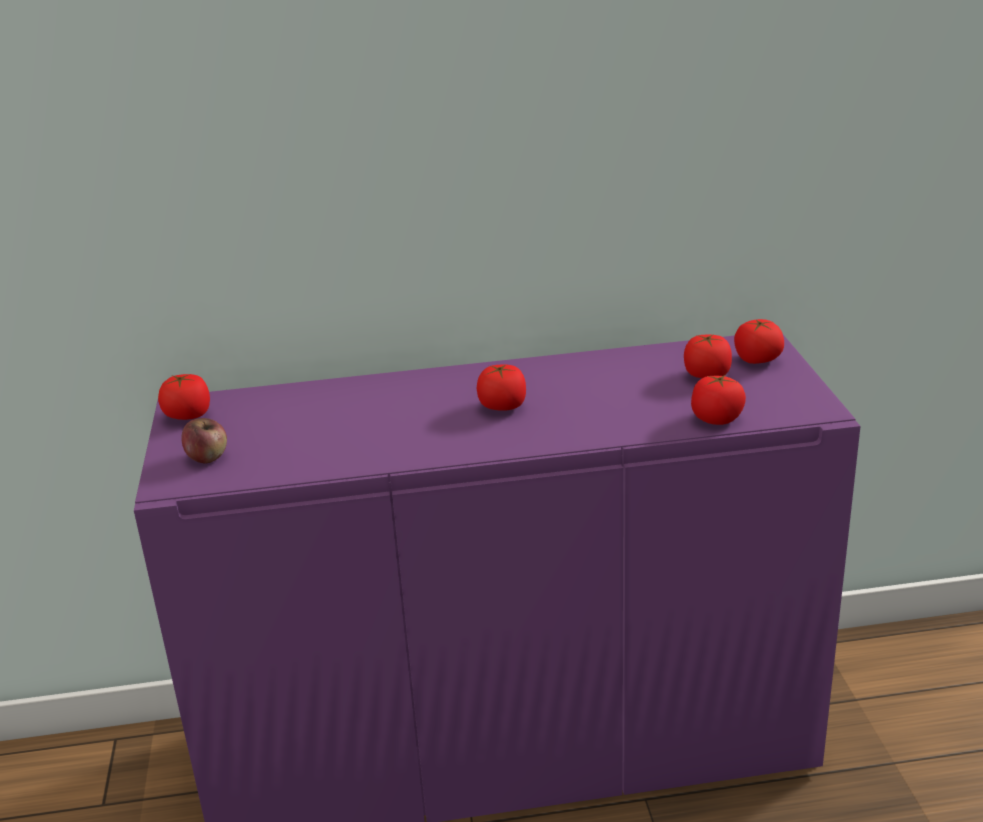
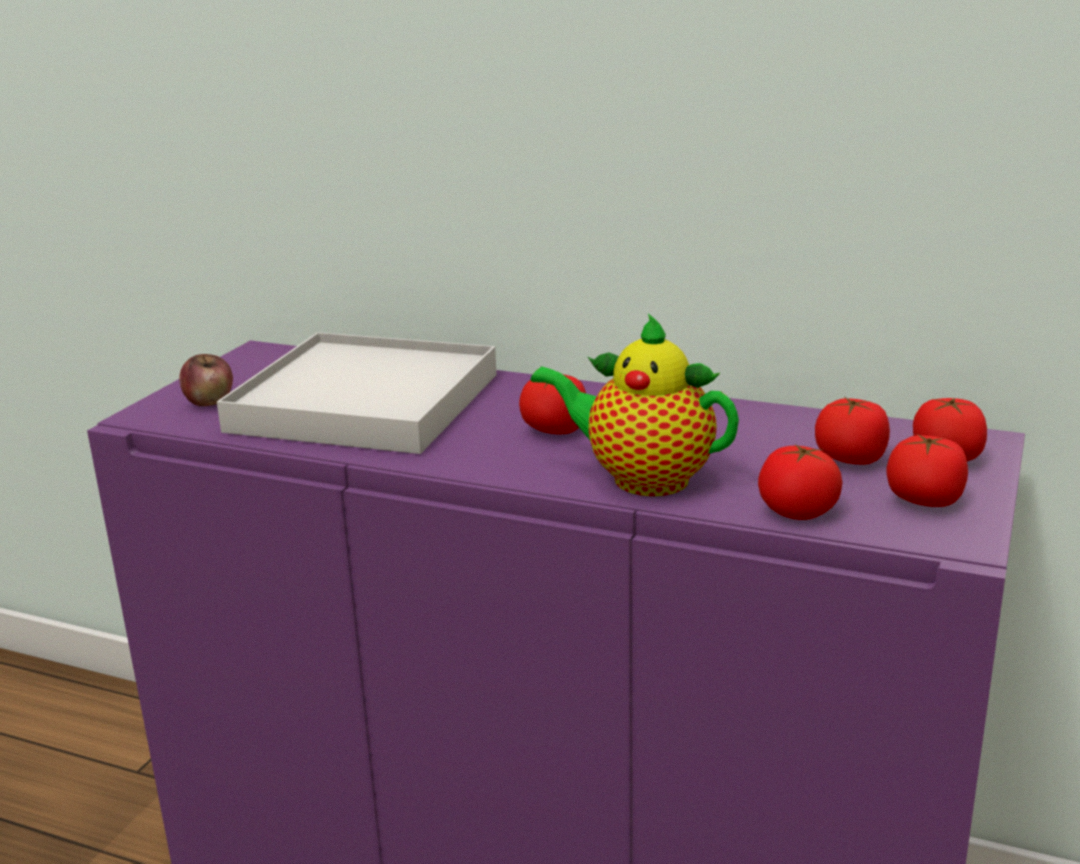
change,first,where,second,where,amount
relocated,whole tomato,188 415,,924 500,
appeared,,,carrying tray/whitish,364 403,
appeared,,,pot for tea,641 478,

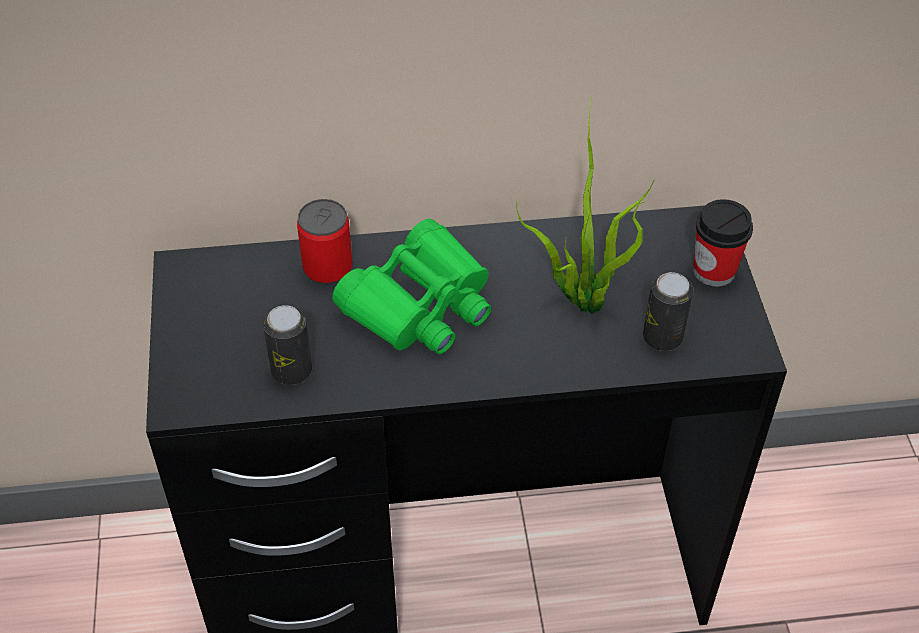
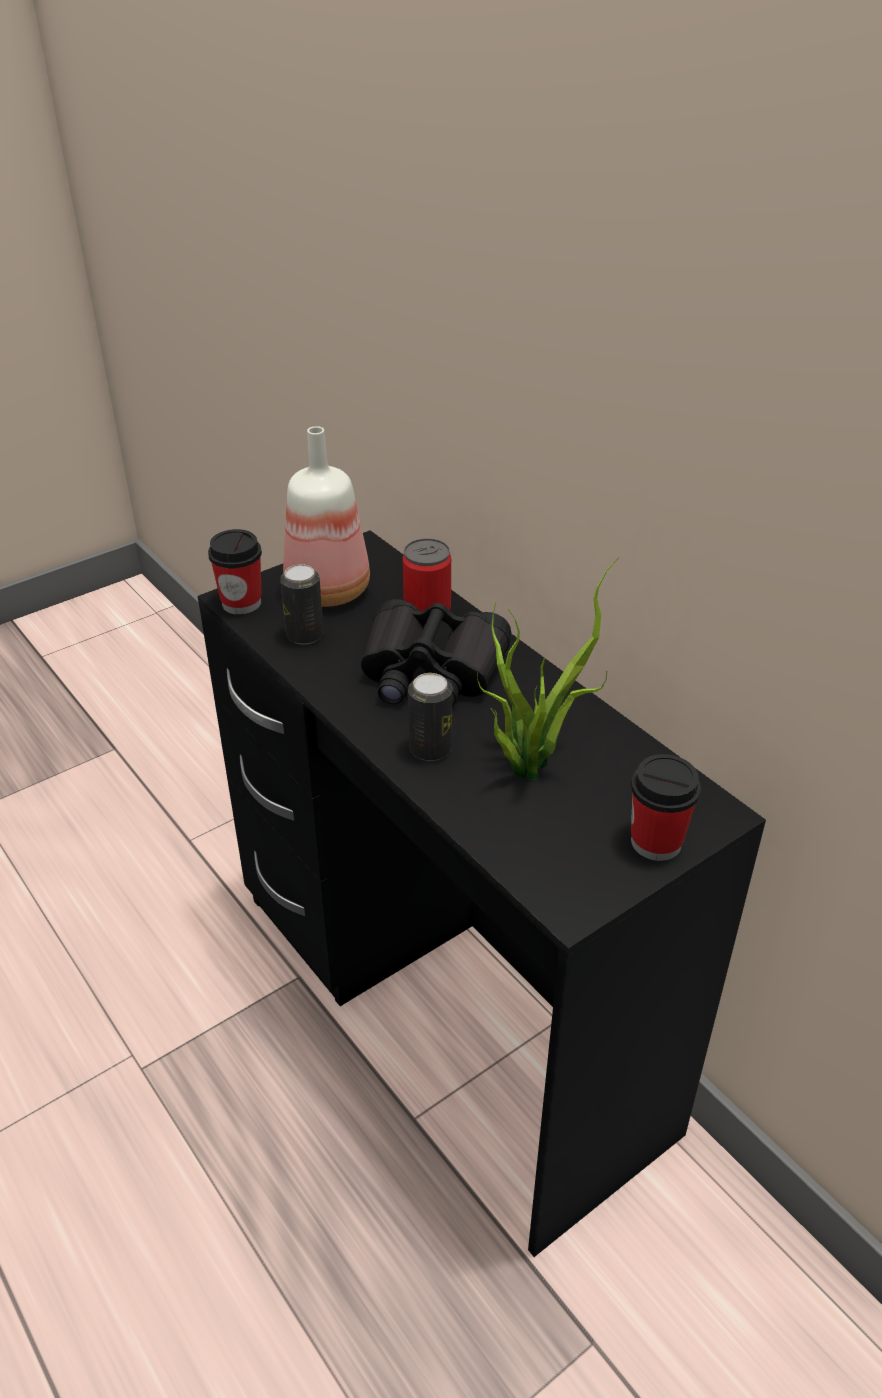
change,first,where,second,where,amount
colour,pair of binoculars/green-coloured,420 305,pair of binoculars/blackish,431 672,
relocated,sealed can,662 337,,430 749,
appeared,,,small cup,241 603,
appeared,,,bottle,326 589,

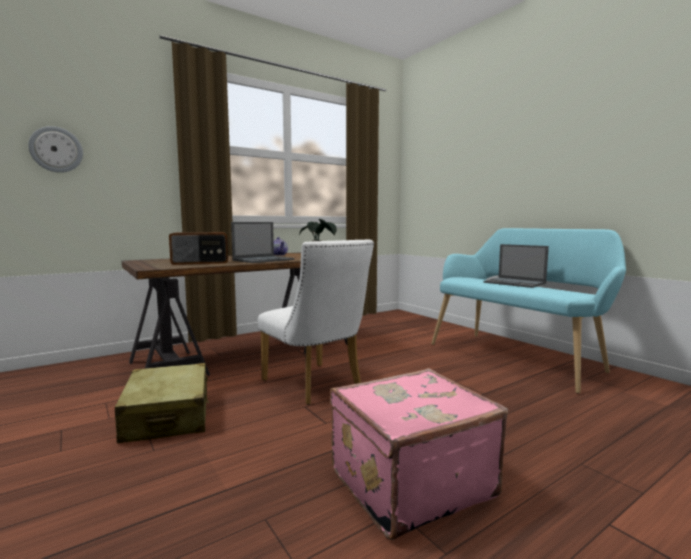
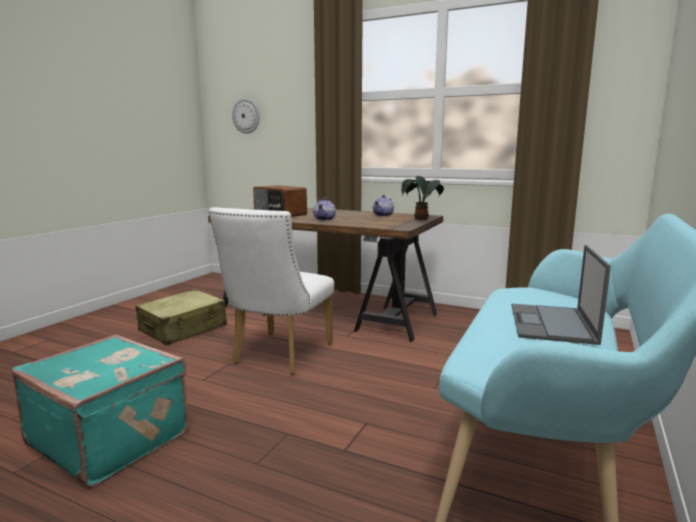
change,first,where,second,where,amount
exchanged,laptop,264 260,pot for tea,325 219,
colour,travel case/pink,408 482,travel case/blue-green,111 438,

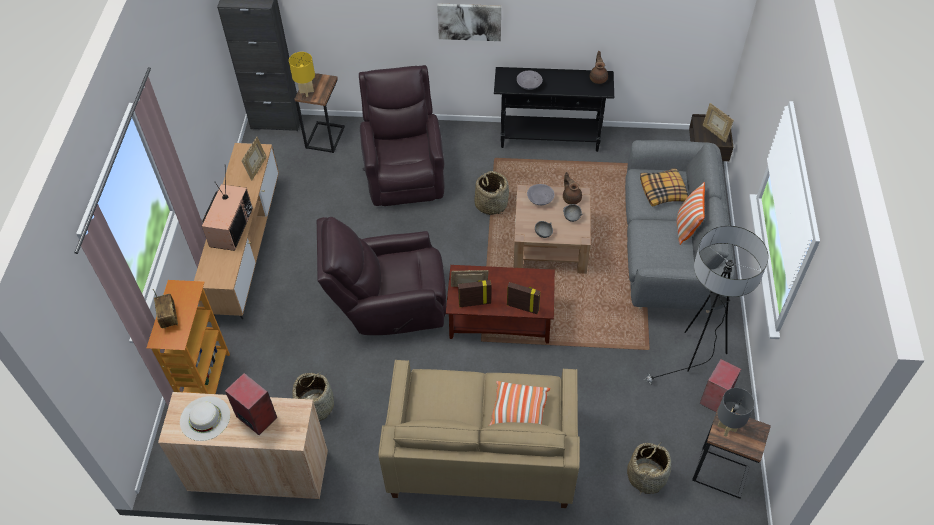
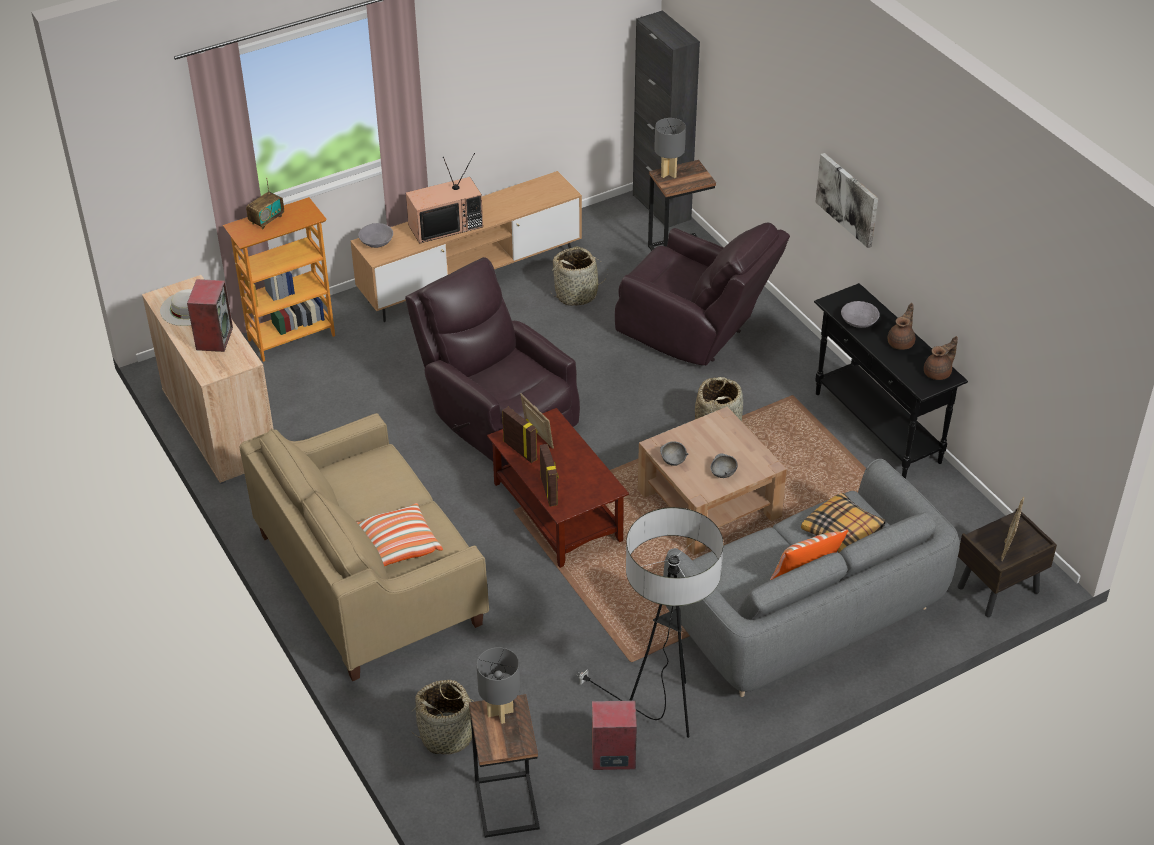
change,first,where,second,where,amount
missing,photo frame,257 169,,,
colour,lamp for a table/yellow,306 91,lamp for a table/gray,668 173,
relocated,storage basket,316 405,,576 294,
spun,easy chair/brown,404 170,,695 333,75 degrees clockwise
relocated,serving bowl/gray,540 199,,376 242,
relocated,pot for tea/brown,571 198,,901 342,

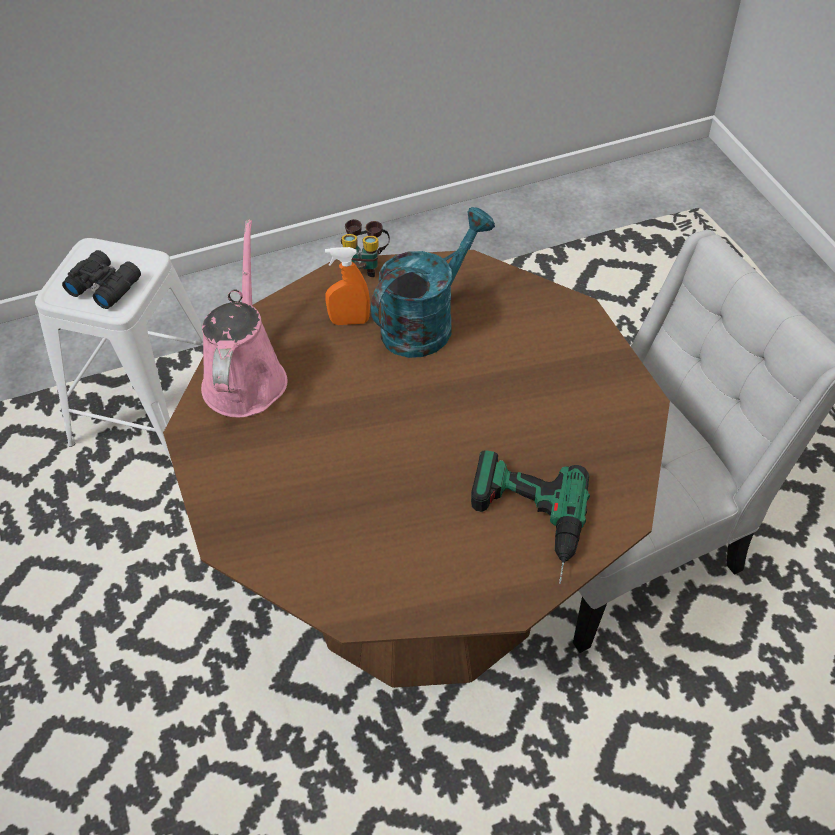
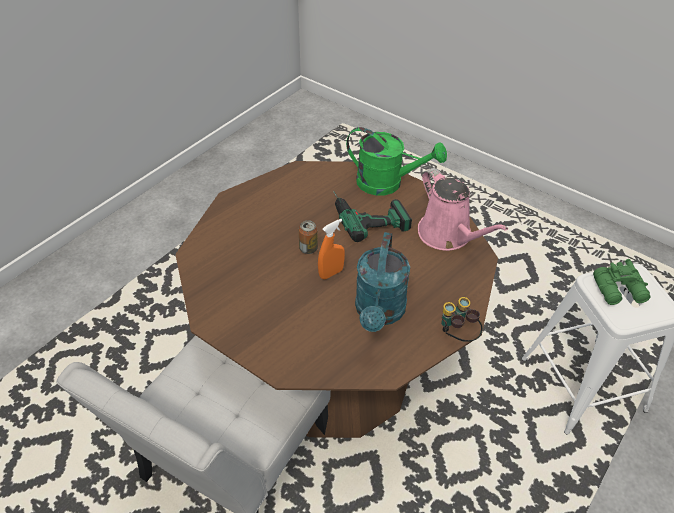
change,first,where,second,where,amount
colour,pair of binoculars/blackish,104 285,pair of binoculars/green-coloured,620 291,
relocated,sprayer/orange-coloured,350 321,,331 273,
relocated,drill,525 524,,367 213,
appeared,,,sealed can,308 248,
appeared,,,watering pot/green-coloured,387 183,

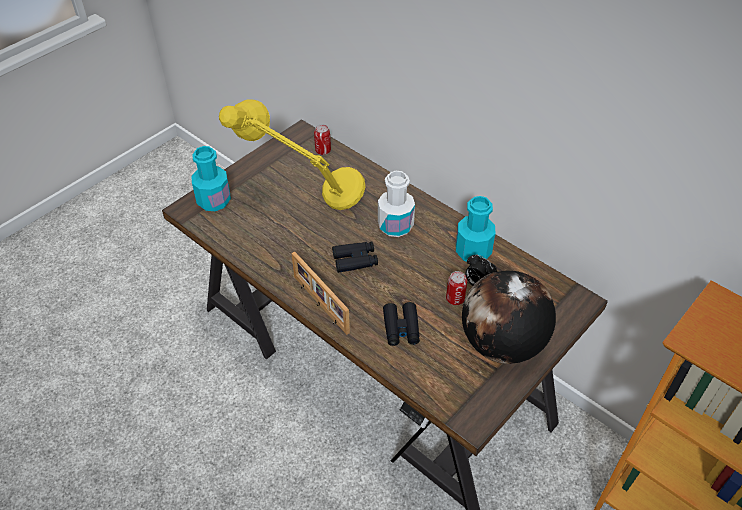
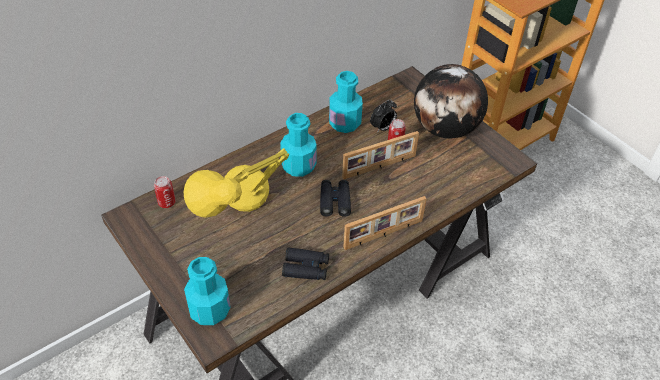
change,first,where,second,where,amount
colour,bottle/whitish,395 226,bottle/blue-green,298 166,
relocated,pair of binoculars/blackish,401 328,,306 268,
appeared,,,photo frame,379 167,

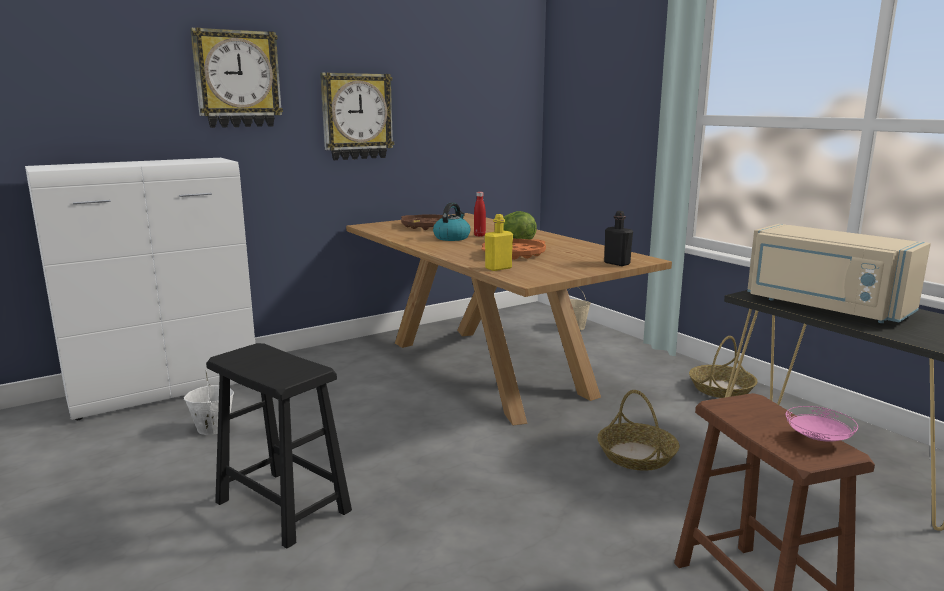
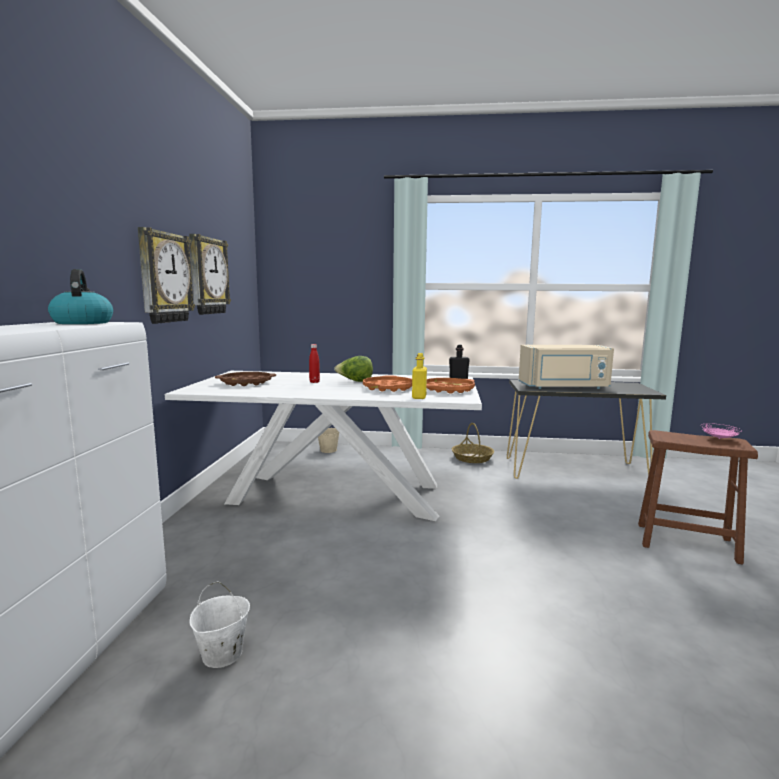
change,first,where,second,where,amount
relocated,clock on the wall,237 79,,207 276,
missing,stool/blackish,283 506,,,
colour,dining table/brown,486 368,dining table/whitish,336 494,
relocated,water kettle,452 238,,82 323,
missing,storage basket,637 456,,,
appeared,,,carrying tray/orange-coloured,447 390,

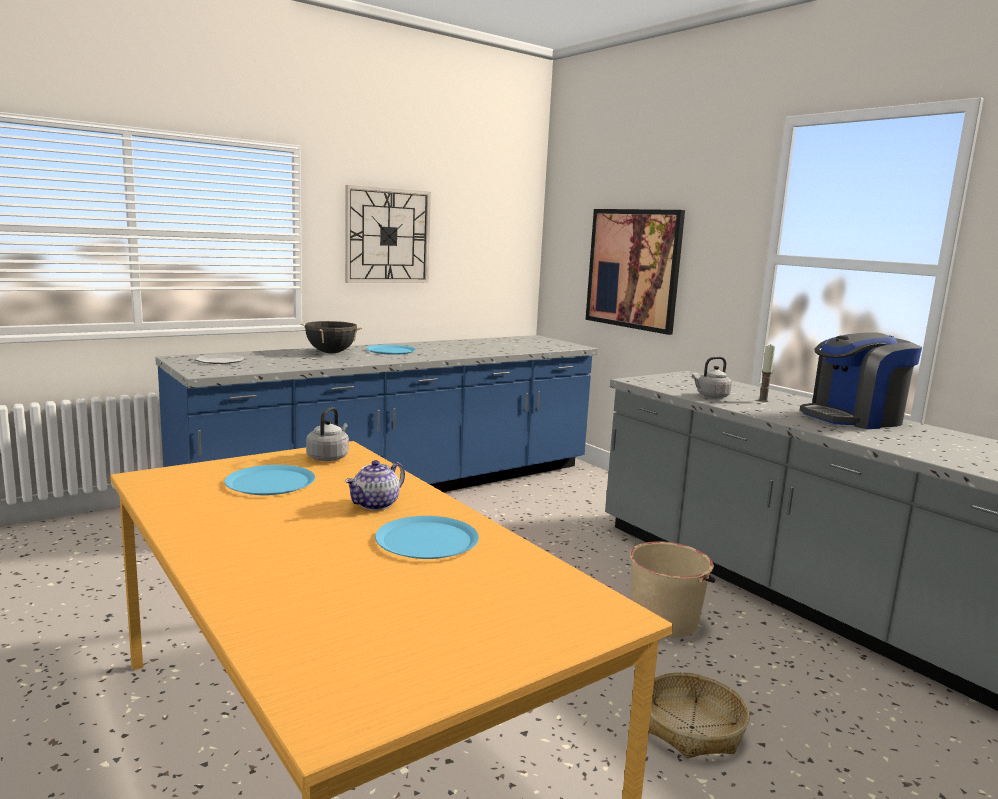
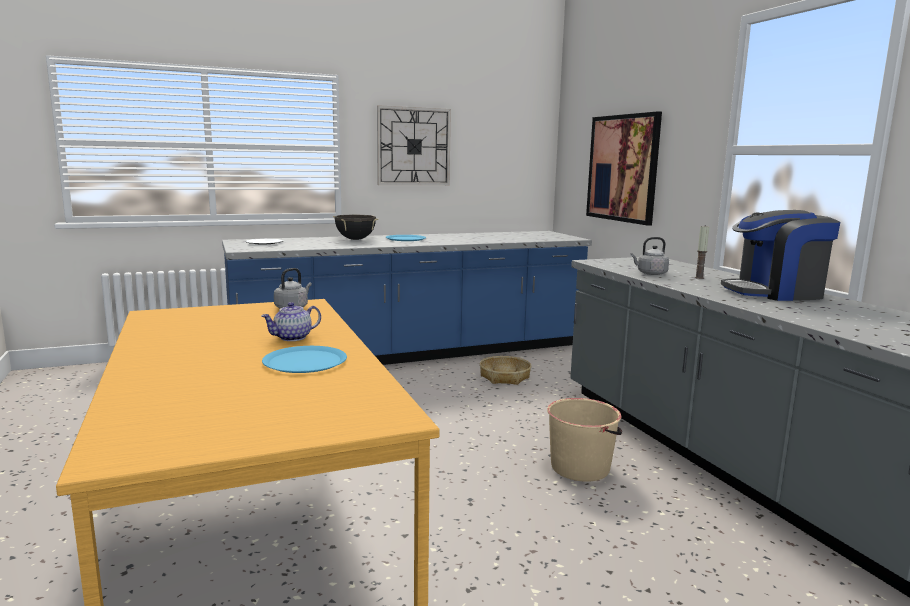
change,first,where,second,where,amount
missing,dinner plate/bluish,270 482,,,
relocated,storage basket,692 728,,505 377,

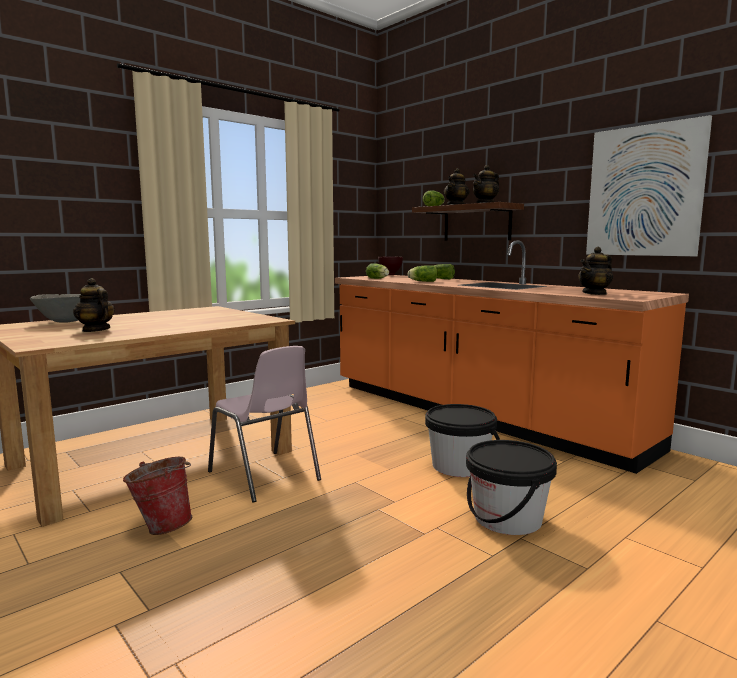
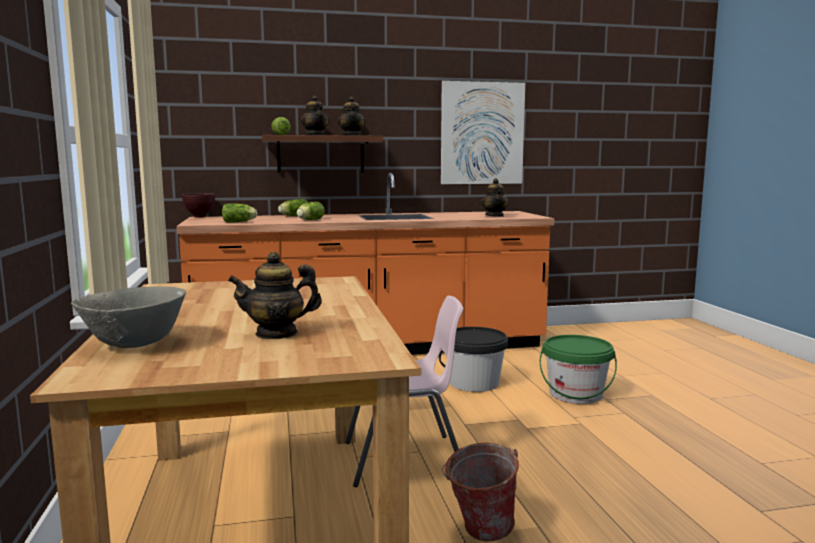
change,first,where,second,where,amount
colour,bucket/blackish,507 518,bucket/green-coloured,575 394,

